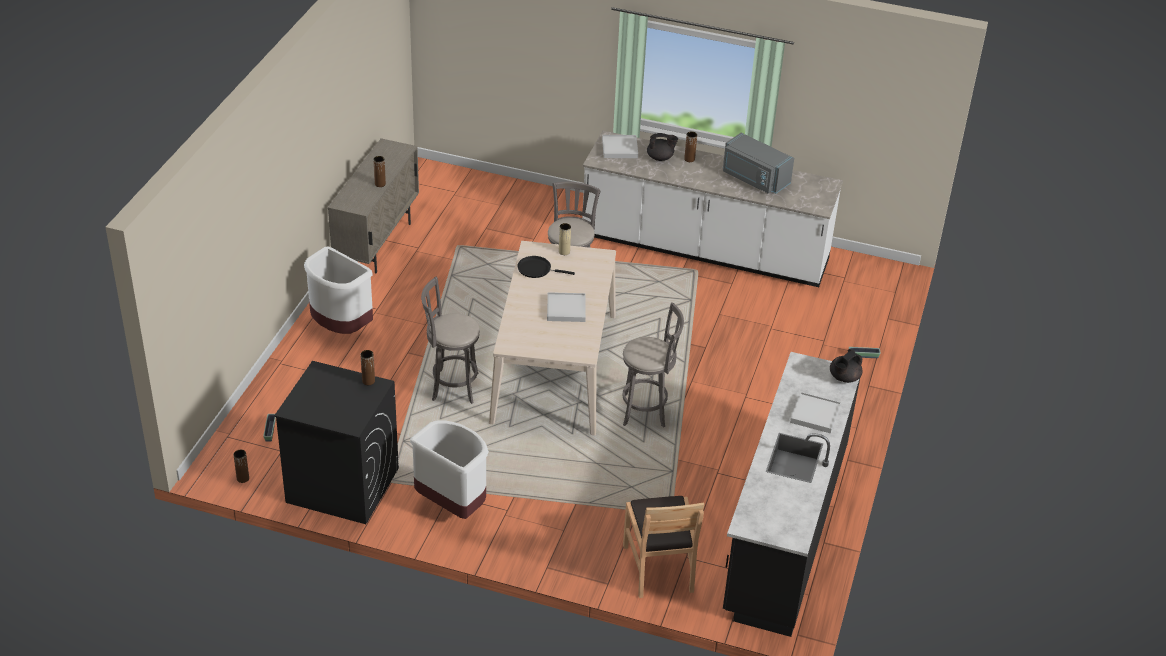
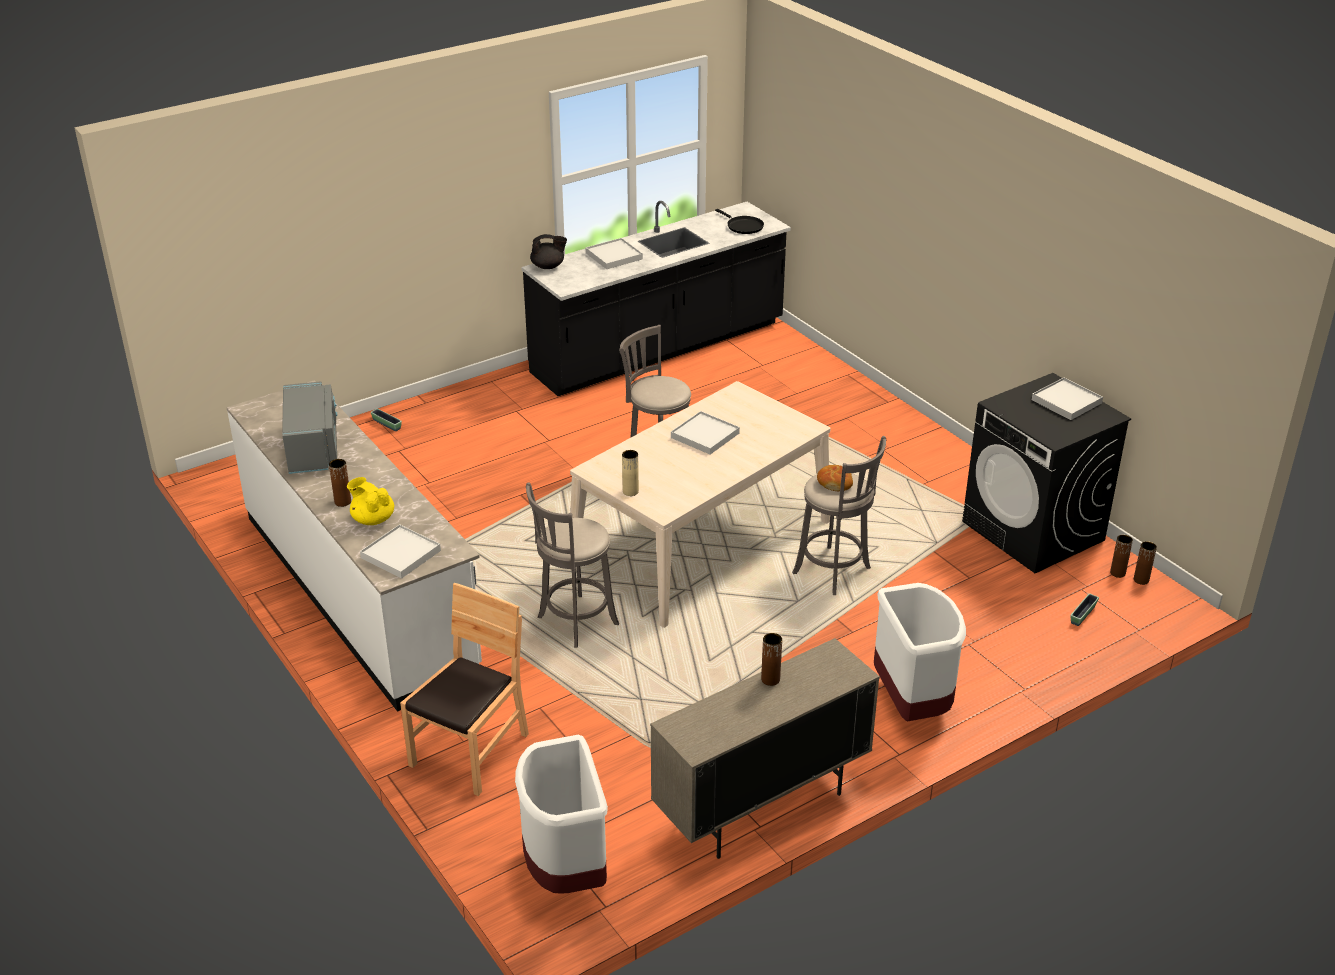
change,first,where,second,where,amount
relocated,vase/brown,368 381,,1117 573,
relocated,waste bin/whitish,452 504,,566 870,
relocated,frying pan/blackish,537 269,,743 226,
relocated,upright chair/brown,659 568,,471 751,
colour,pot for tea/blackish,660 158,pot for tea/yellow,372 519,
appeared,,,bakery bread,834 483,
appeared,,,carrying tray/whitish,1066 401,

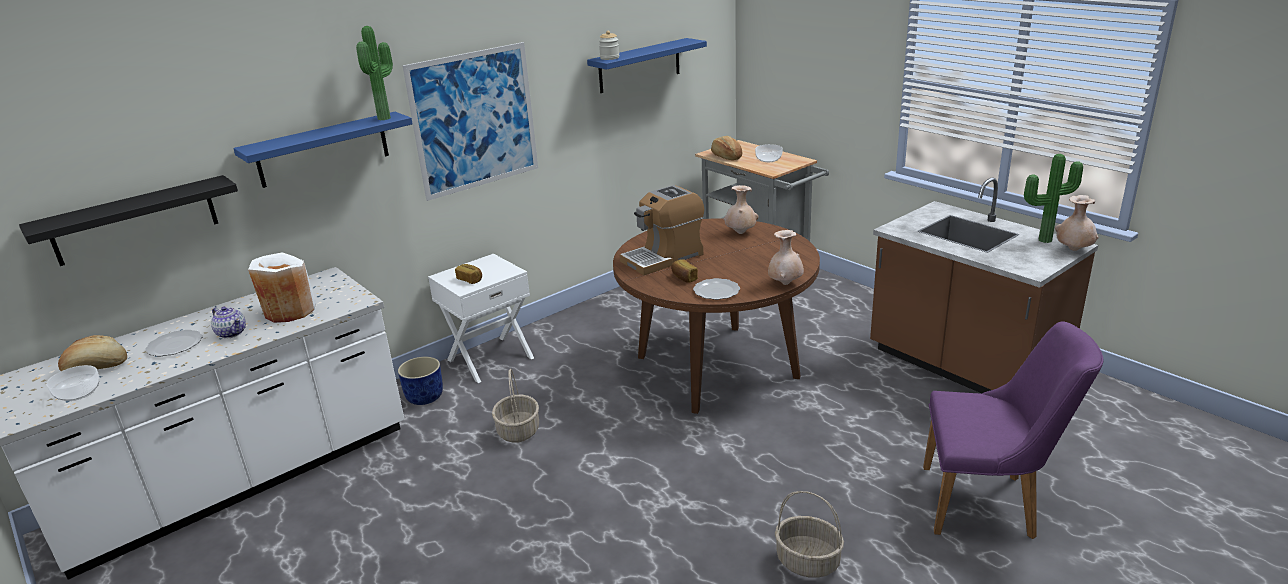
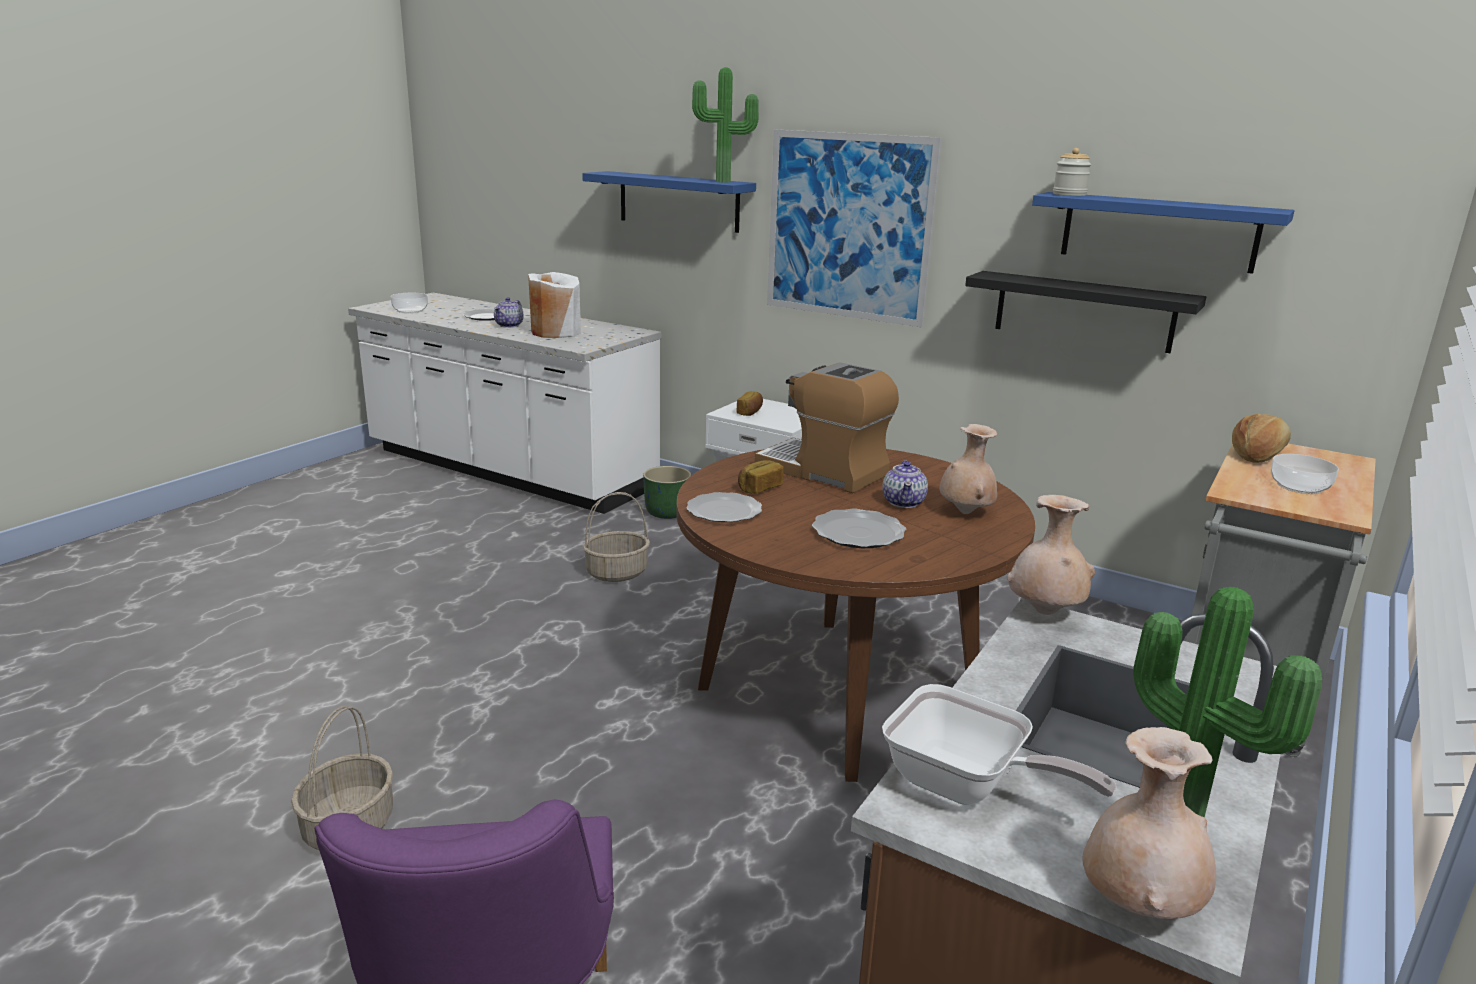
change,first,where,second,where,amount
relocated,wall shelf/blackish,135 221,,1084 311,
missing,bakery bread,96 367,,,
colour,flower pot/bluish,425 397,flower pot/green-coloured,668 513,
relocated,vase/beige,785 283,,1044 612,
appeared,,,dinner plate,859 533,
appeared,,,pot for tea,904 502,
appeared,,,frying pan,966 786,

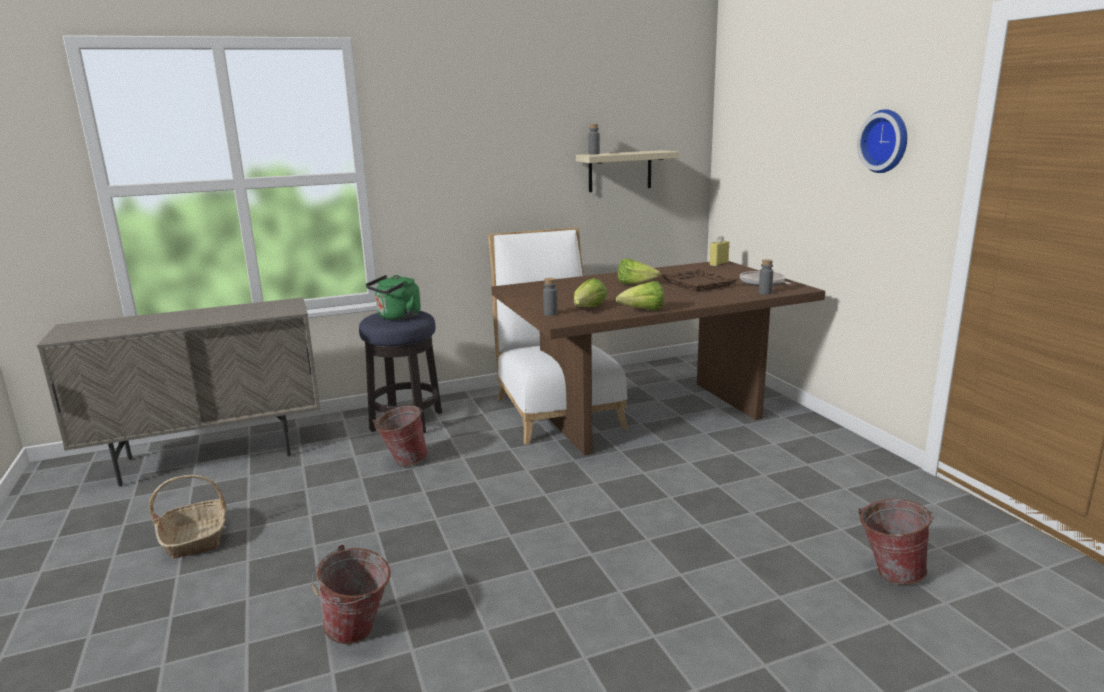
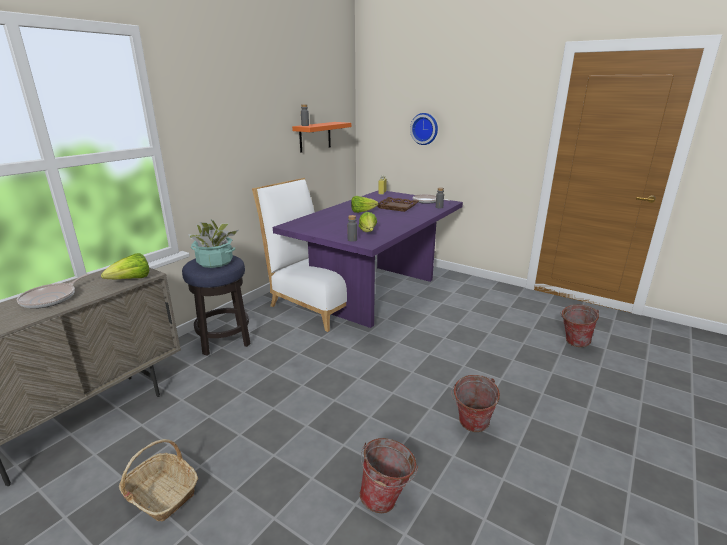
change,first,where,second,where,amount
exchanged,water kettle/green-coloured,397 317,plant in a pot,215 262,
relocated,bucket,403 461,,470 426,
colour,dining table/brown,649 416,dining table/purplish,376 293,
colour,wall shelf/beige,620 171,wall shelf/orange-coloured,315 136,
relocated,head of lettuce,643 311,,131 280,
relocated,clock on the wall,886 141,,425 128,
appeared,,,frying pan,51 298,

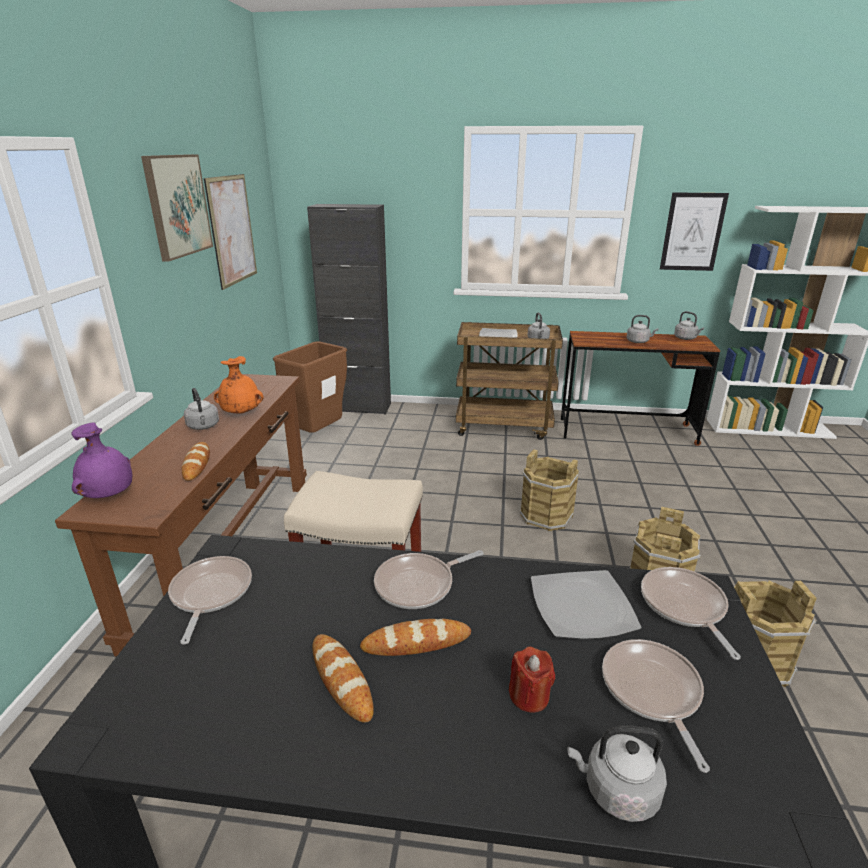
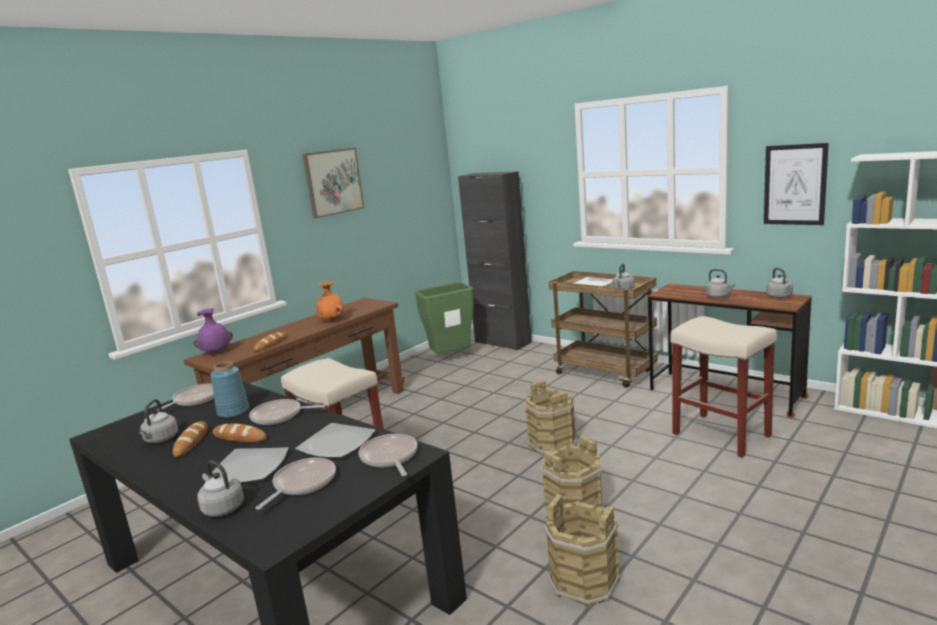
change,first,where,second,where,amount
relocated,water kettle/gray,203 426,,160 439,
missing,picture,232 230,,,
colour,waste bin/brown,319 434,waste bin/green-coloured,451 358,
exchanged,wax candle/red,529 696,dinner plate,248 468,
spun,frying pan,684 607,,390 457,45 degrees counterclockwise
appeared,,,vase/bluish,234 411,
appeared,,,stool/beige,719 434,

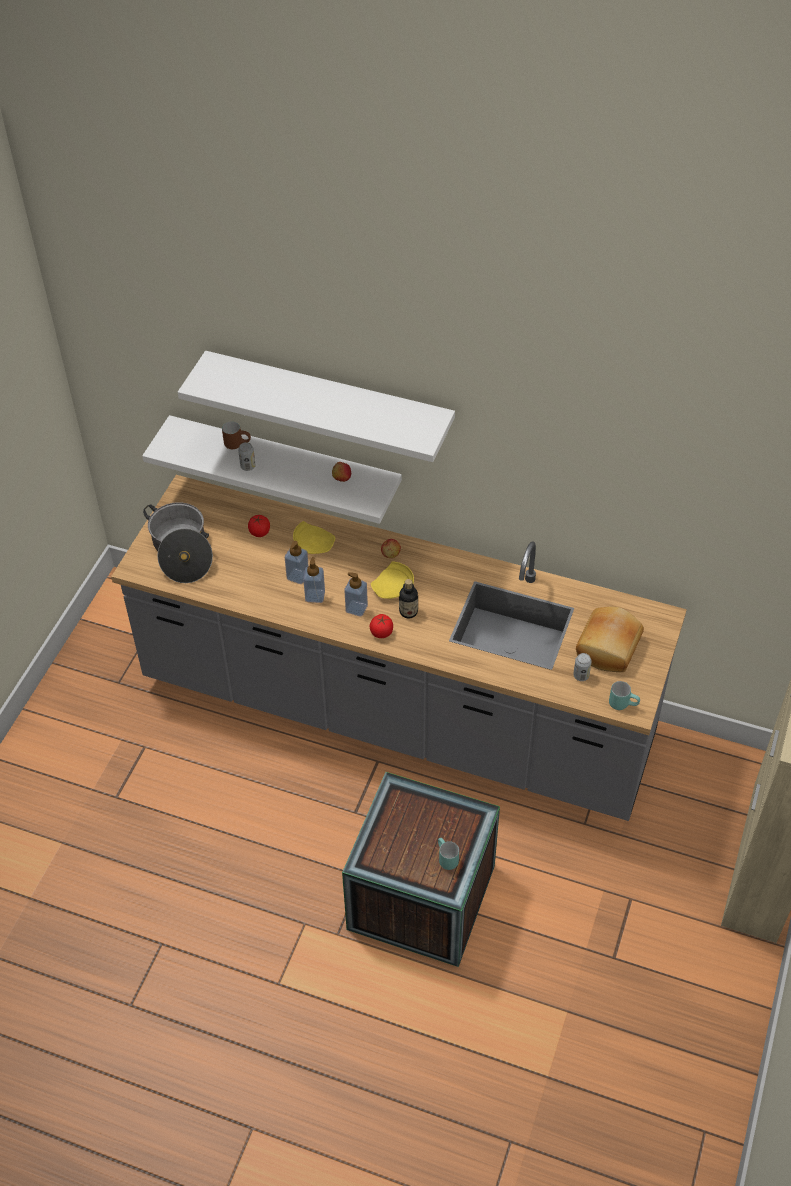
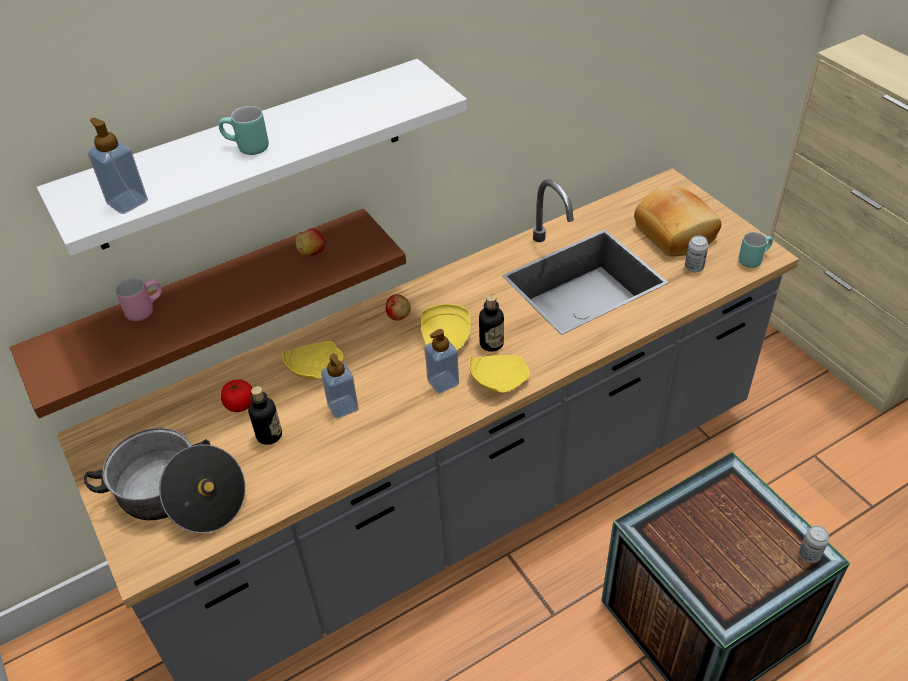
change,first,where,second,where,amount
colour,wall shelf/whitish,285 463,wall shelf/brown,207 302,
colour,mug/brown,237 443,mug/pink,145 309,
relocated,sealed can,248 466,,809 555,
relocated,liquid soap bottle,315 596,,127 202,
exchanged,whole tomato,381 632,dinner plate/yellow,498 380,
relocated,mug/blue-green,445 859,,246 148,
appeared,,,bottle,269 435,

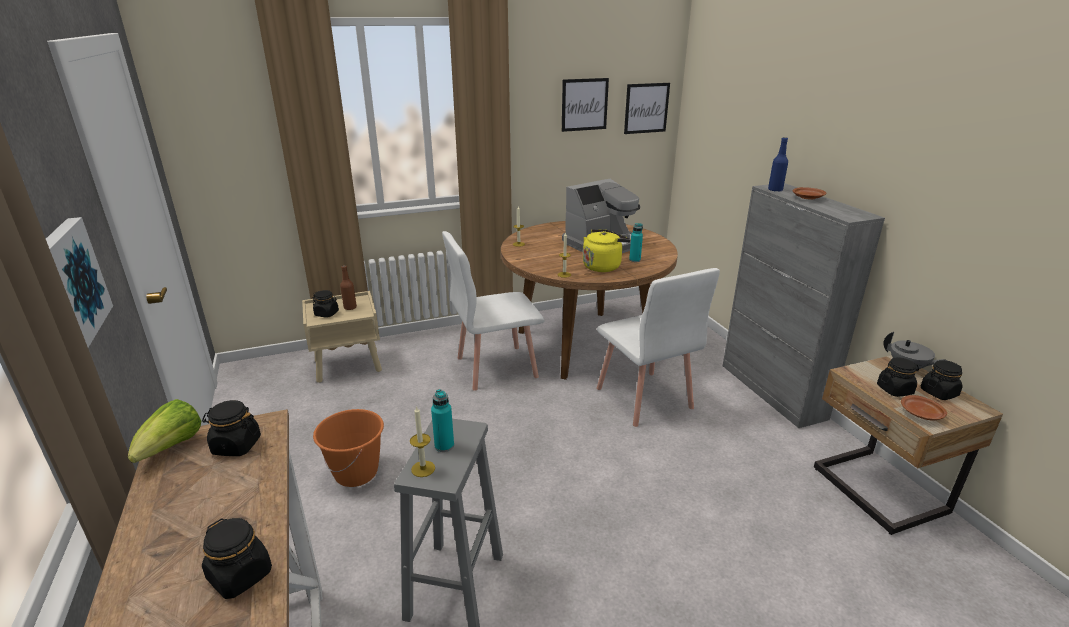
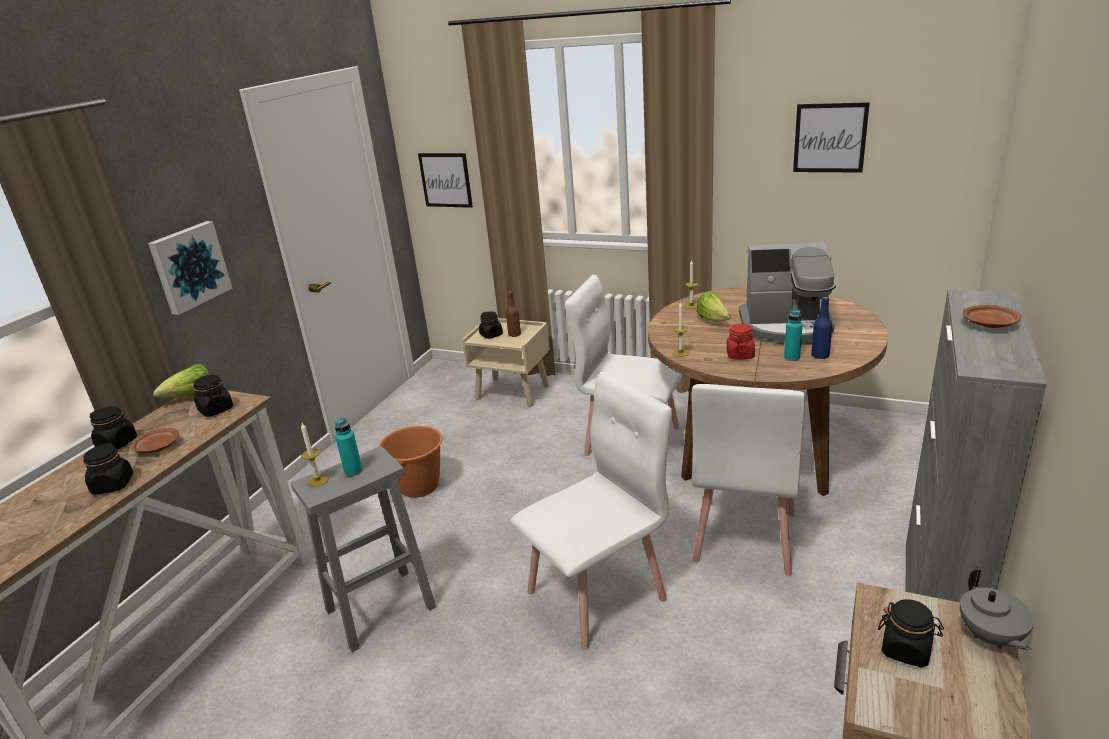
change,first,where,second,where,amount
exchanged,water kettle/yellow,603 266,jar/red,740 355,
relocated,picture,646 108,,445 180,
relocated,bottle/bluish,775 190,,820 356,
relocated,dinner plate/brown,921 414,,157 447,
relocated,jar/blackish,938 392,,117 443,
appeared,,,upright chair/whitish,598 595,
appeared,,,head of lettuce,713 320,

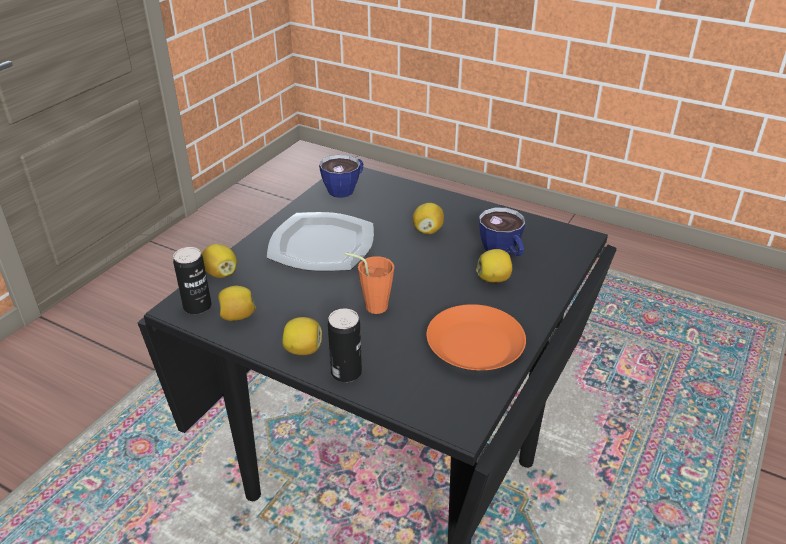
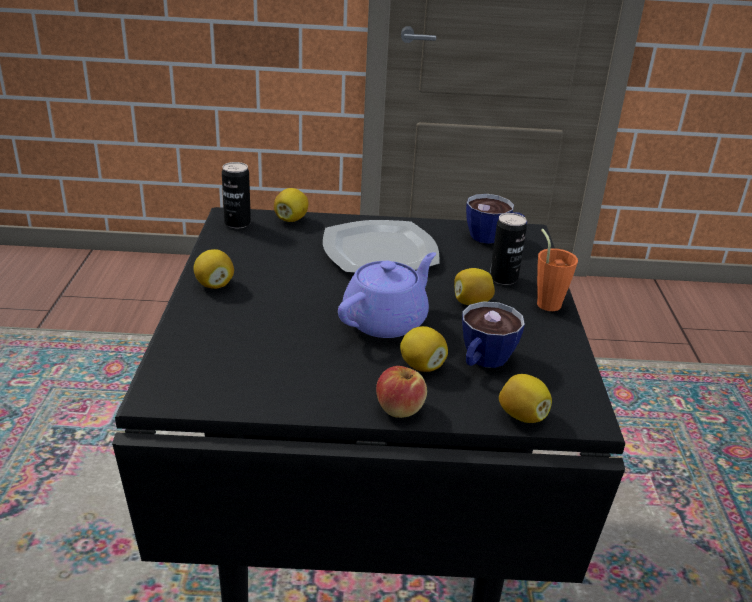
change,first,where,second,where,amount
relocated,whole lemon,237 316,,522 415,
relocated,sealed can,346 372,,503 278,
relocated,small cup/orange-coloured,371 305,,546 301,
missing,dinner plate/orange-coloured,475 346,,,
appeared,,,pot for tea/purplish,386 321,
appeared,,,apple,399 408,

